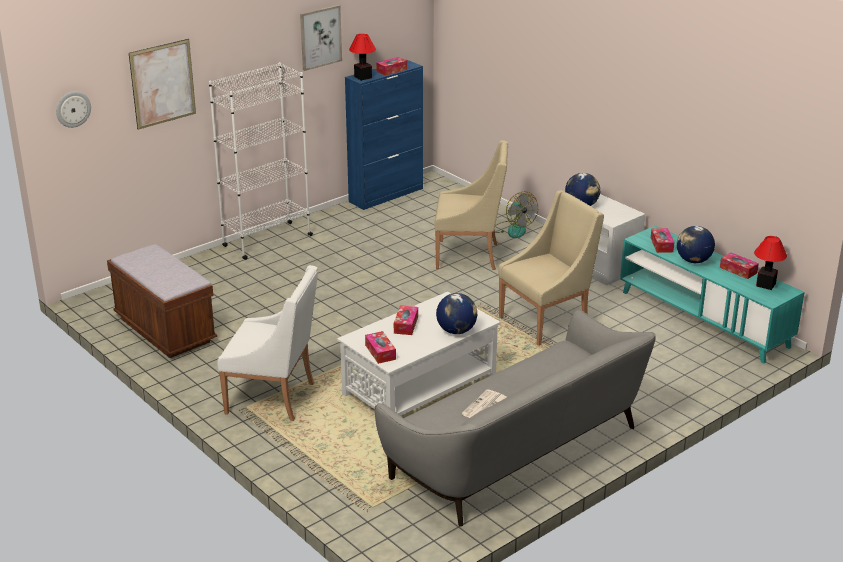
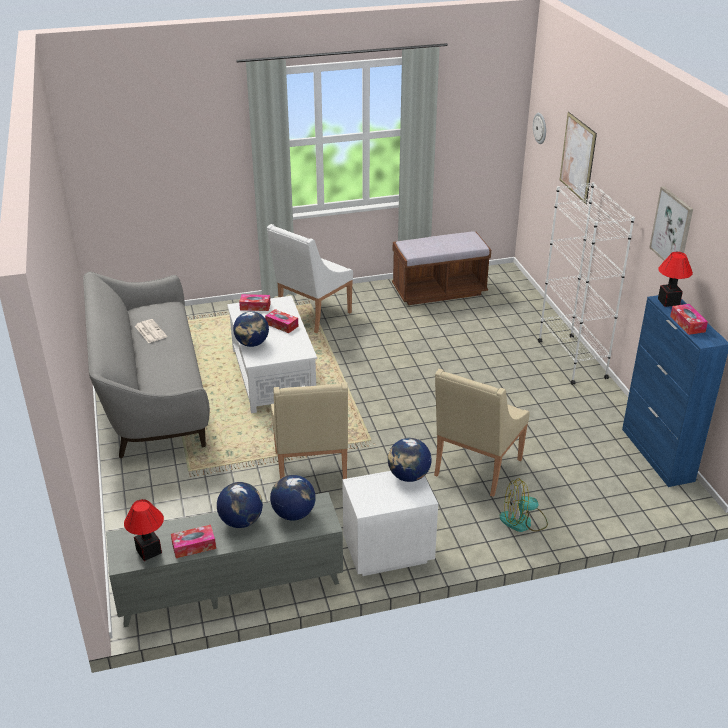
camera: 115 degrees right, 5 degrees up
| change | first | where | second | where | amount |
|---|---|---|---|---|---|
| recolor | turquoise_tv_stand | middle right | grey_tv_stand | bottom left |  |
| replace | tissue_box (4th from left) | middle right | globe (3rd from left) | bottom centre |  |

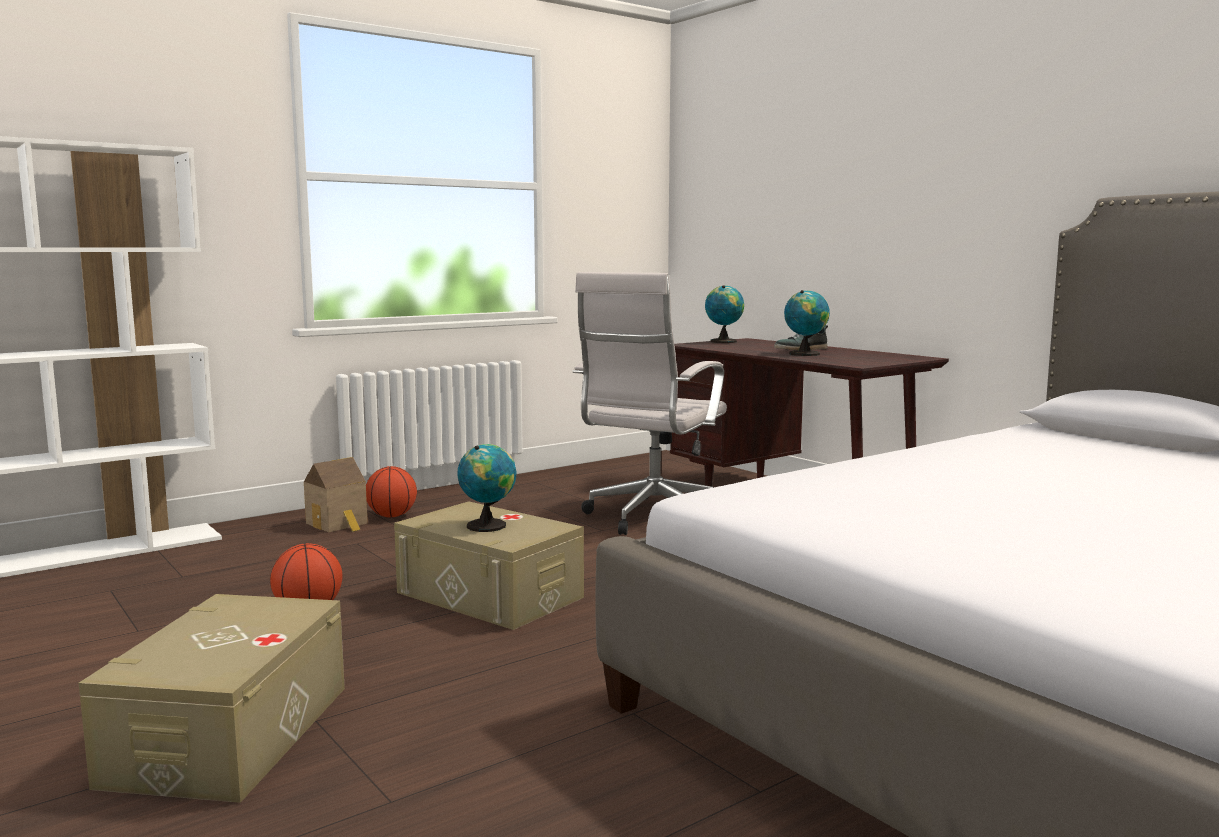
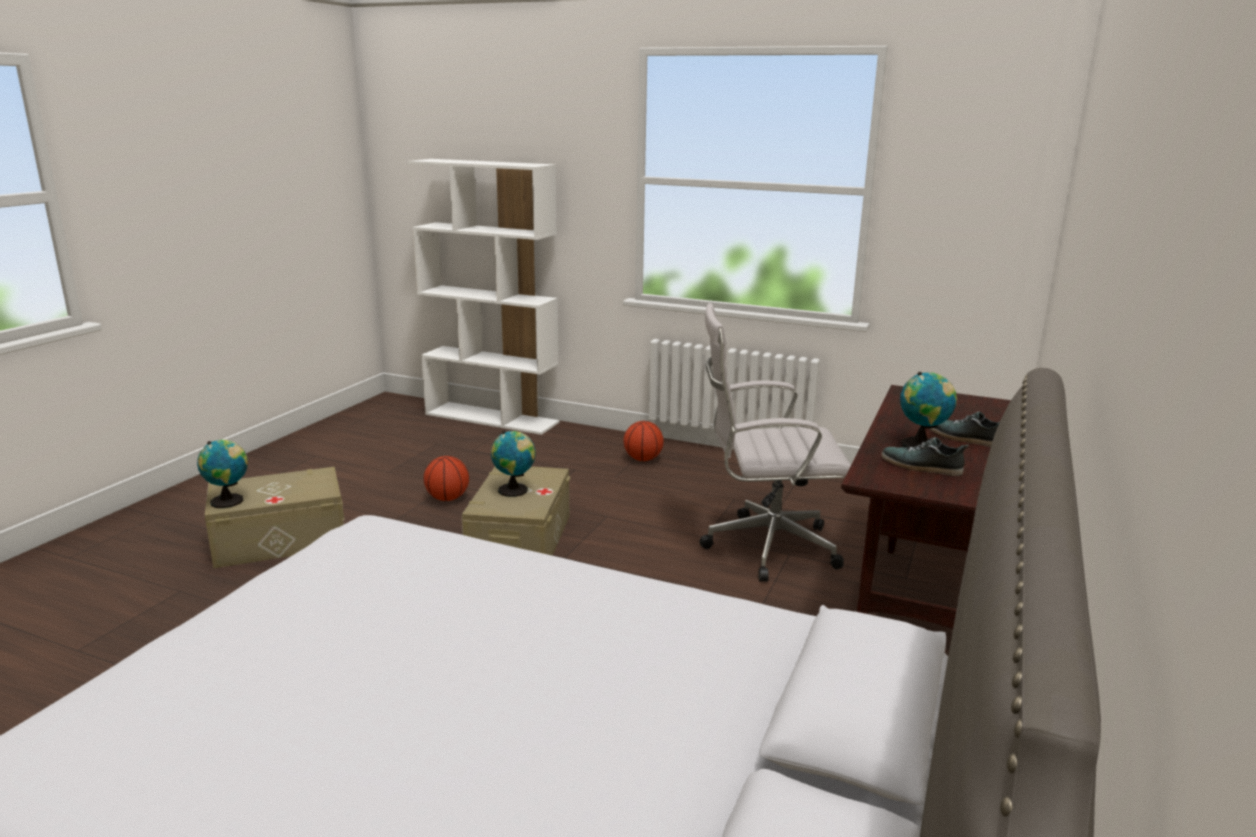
camera: 60 degrees right, 10 degrees up
| change | first | where | second | where | amount |
|---|---|---|---|---|---|
| delete | toy_house | middle left |  |  |  |
| move | globe (2nd from left in the first image) | centre | globe (1st from left) | middle left |  |
| insert |  |  | shoe (1st from left) | middle right |  |

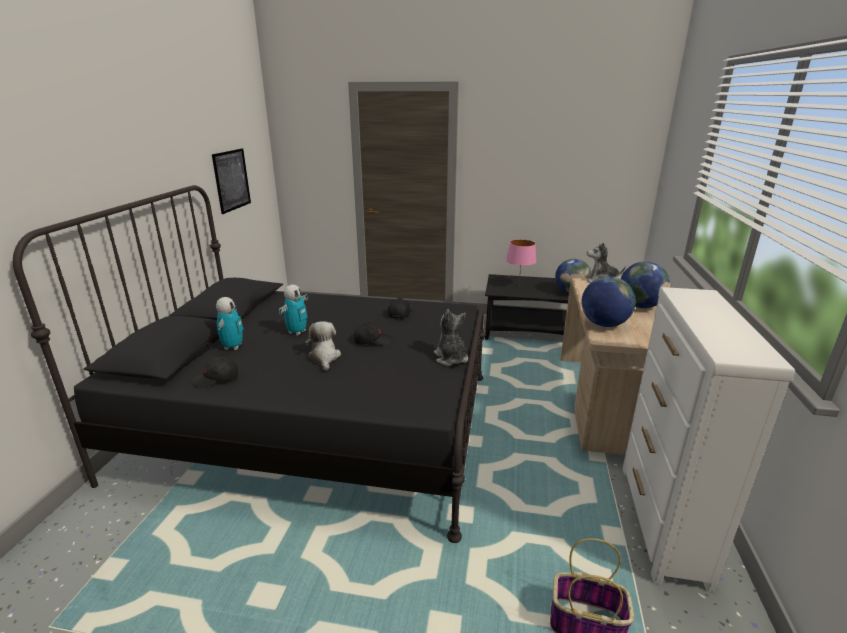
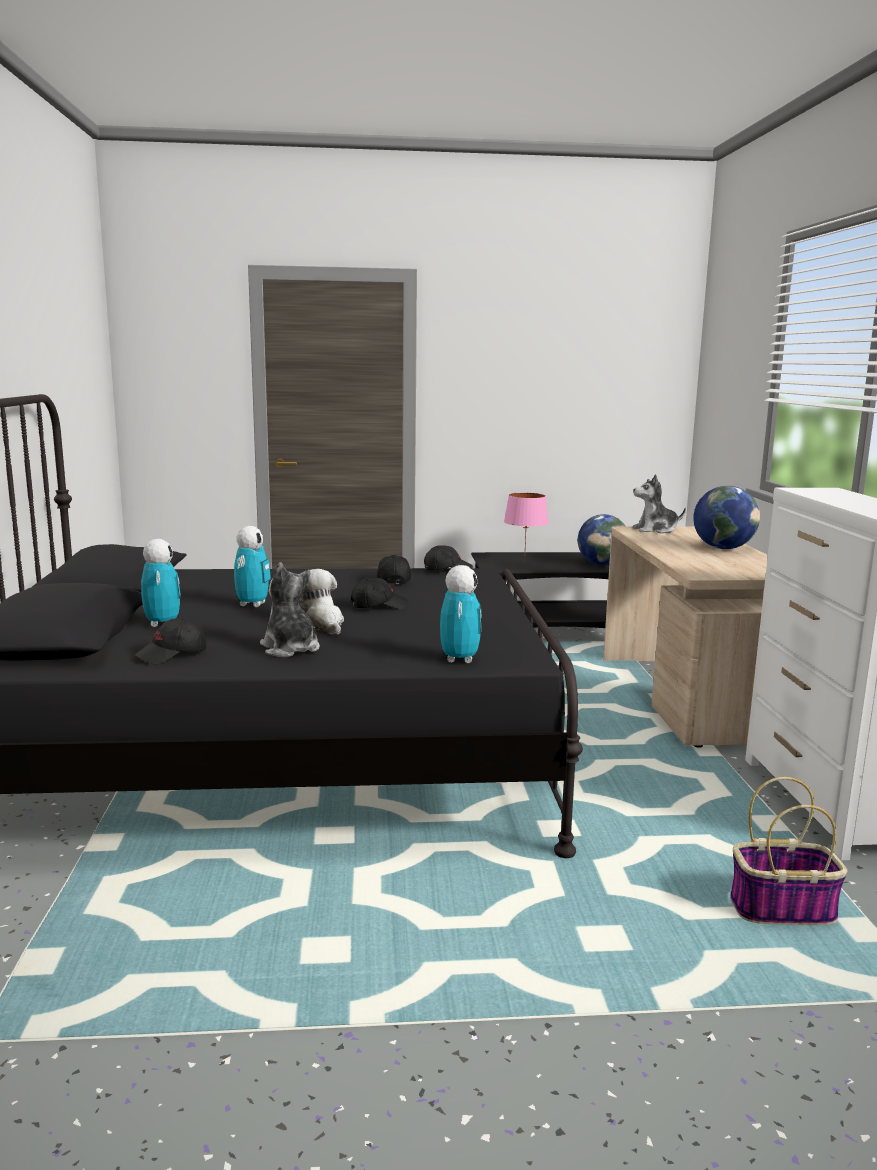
camera: 15 degrees left, 10 degrees down
| change | first | where | second | where | amount |
|---|---|---|---|---|---|
| delete | picture | top left |  |  |  |
| move | plush_toy (2nd from left in the first image) | centre | plush_toy (1st from left) | middle left |  |
| delete | globe (2nd from left) | middle right |  |  |  |
| insert |  |  | black_cap (4th from left) | centre |  |
| insert |  |  | toy_robot (3rd from left) | centre |  |

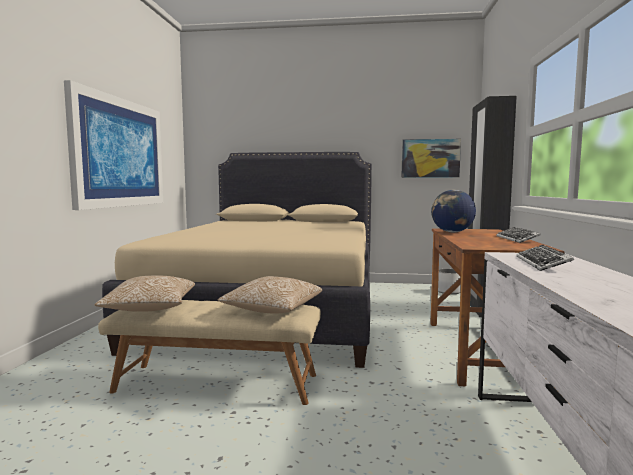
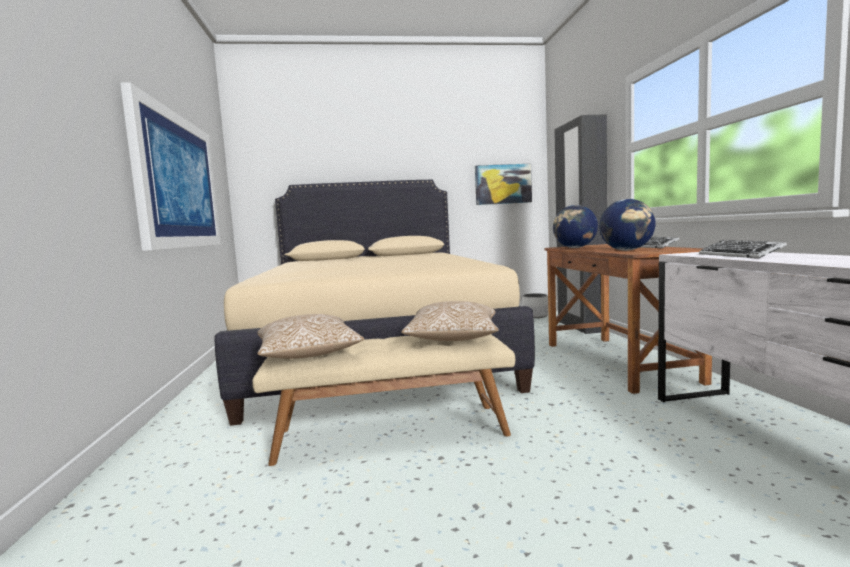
camera: 15 degrees left, 0 degrees up
| change | first | where | second | where | amount |
|---|---|---|---|---|---|
| insert |  |  | globe (2nd from left) | middle right |  |

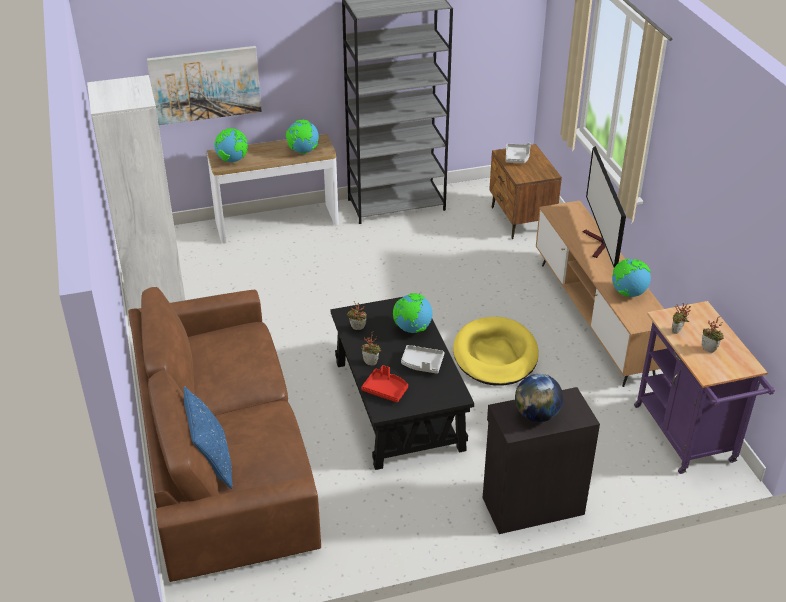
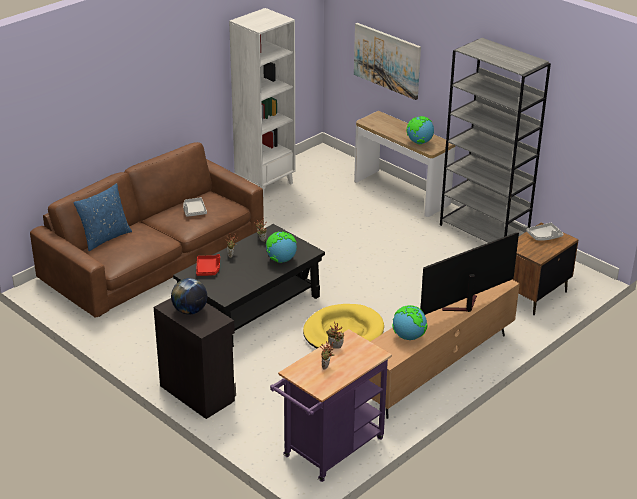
camera: 60 degrees right, 5 degrees down
| change | first | where | second | where | amount |
|---|---|---|---|---|---|
| delete | globe (1st from left) | top left |  |  |  |
| move | grey_tray (1st from left) | centre |  | middle left |  |

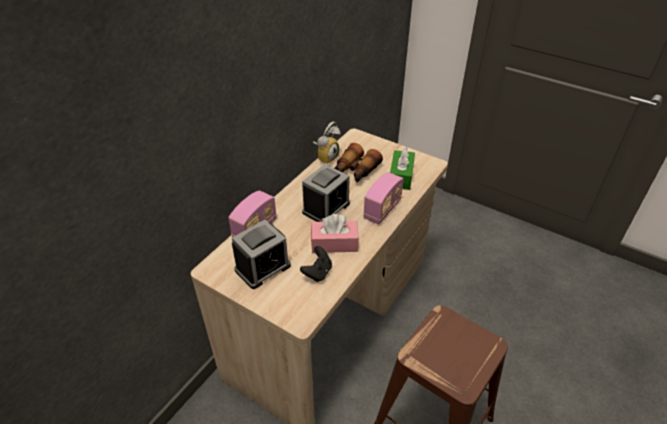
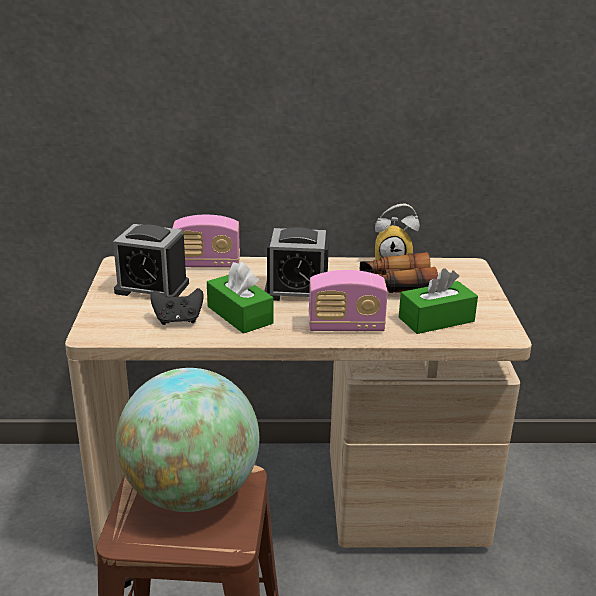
camera: 55 degrees right, 15 degrees down
| change | first | where | second | where | amount |
|---|---|---|---|---|---|
| recolor | pink_tissue_box | centre | green_tissue_box (1st from left) | centre |  |
| insert |  |  | globe | bottom left |  |

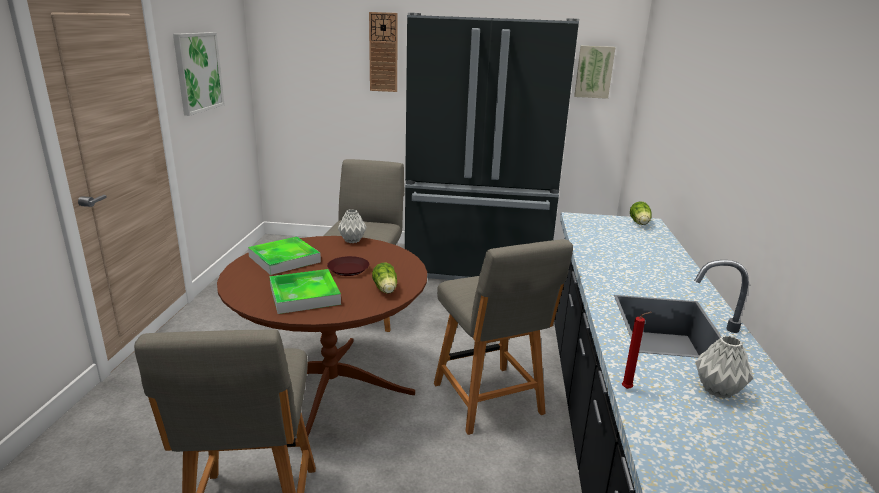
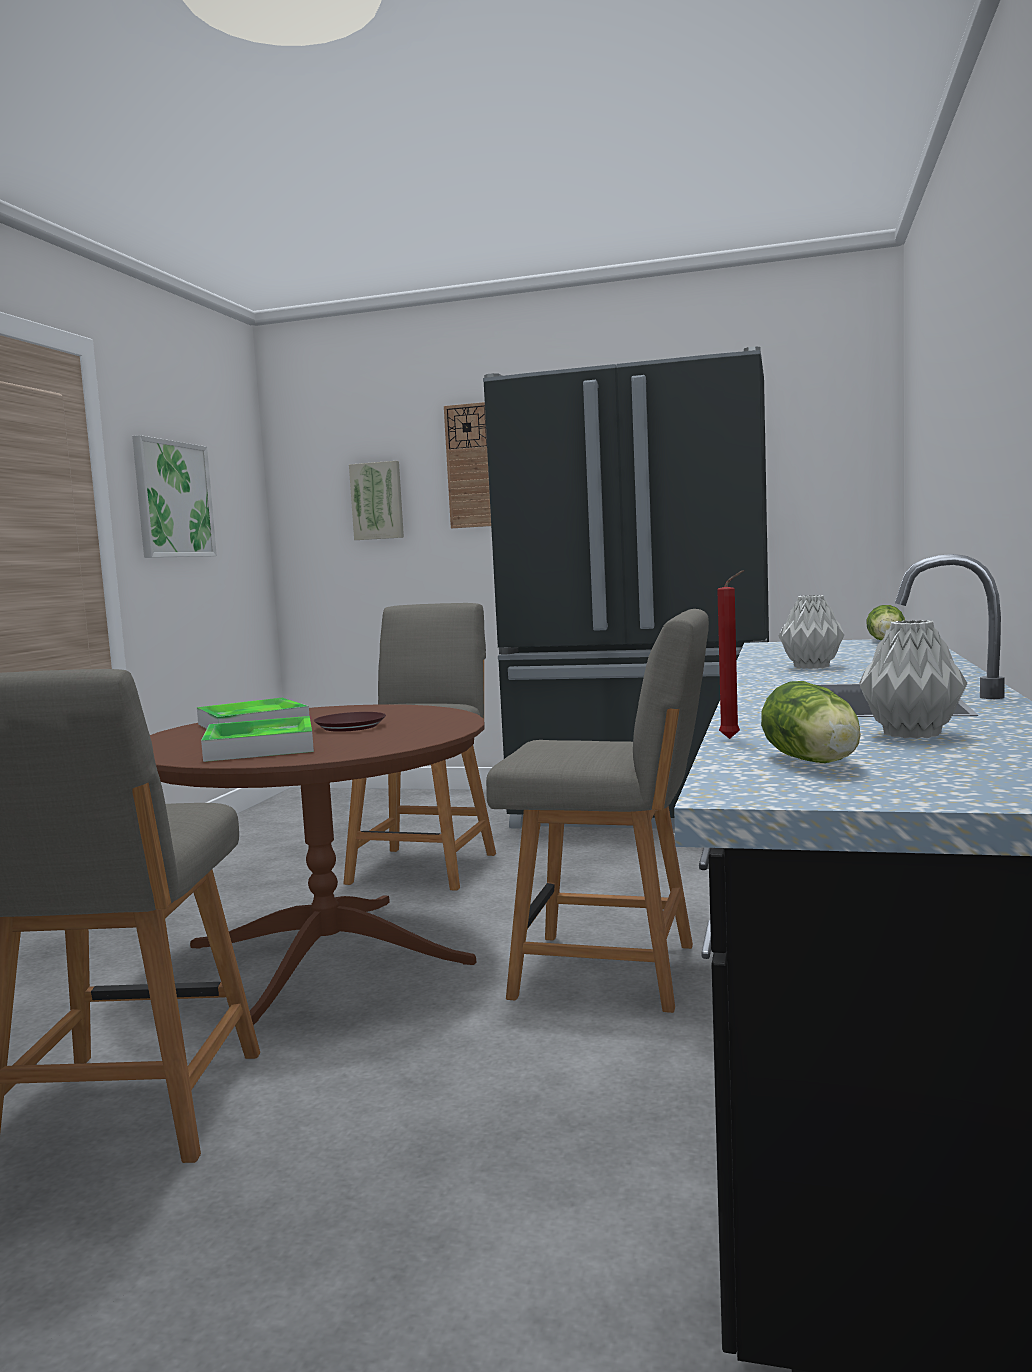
camera: 10 degrees right, 15 degrees down
| change | first | where | second | where | amount |
|---|---|---|---|---|---|
| move | grey_vase (1st from left) | centre |  | middle right |  |
| move | lettuce (1st from left) | centre |  | middle right |  |
| rotate | grey_chair (3rd from left) | bottom centre |  | centre | 60 degrees counterclockwise |
| move | picture (2nd from left) | top right |  | centre |  |

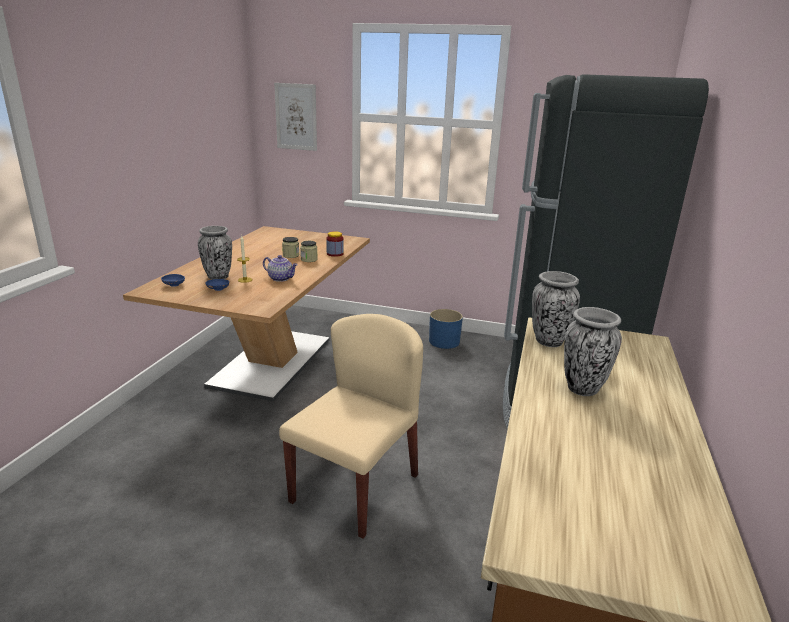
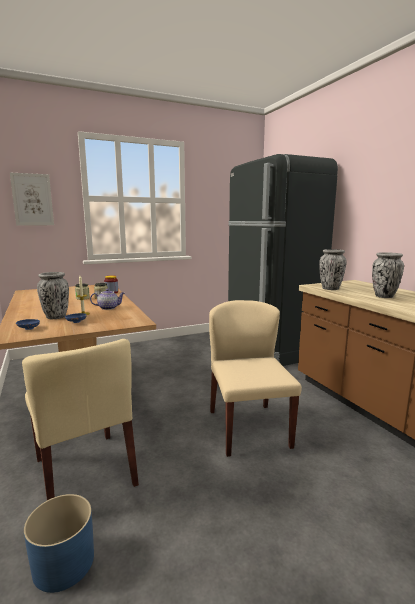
camera: 40 degrees left, 10 degrees down
| change | first | where | second | where | amount |
|---|---|---|---|---|---|
| move | blue_planter | centre |  | bottom left |  |
| insert |  |  | beige_chair (1st from left) | bottom left |  |

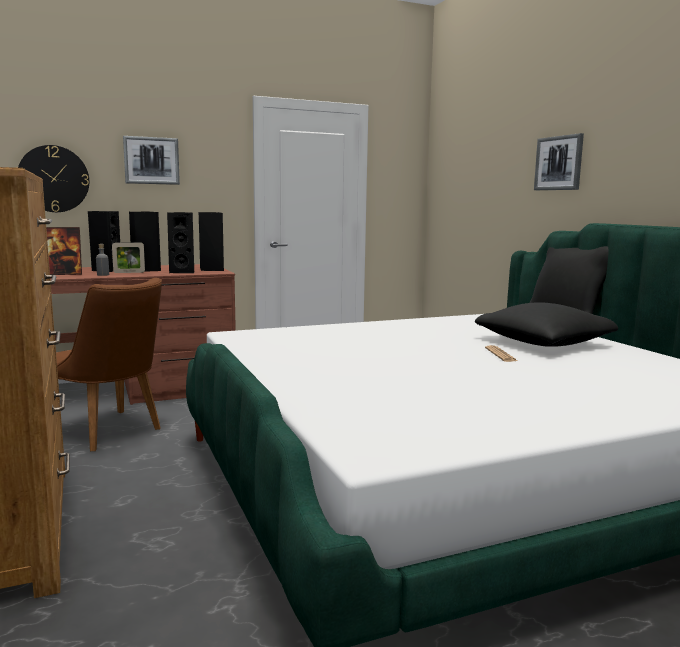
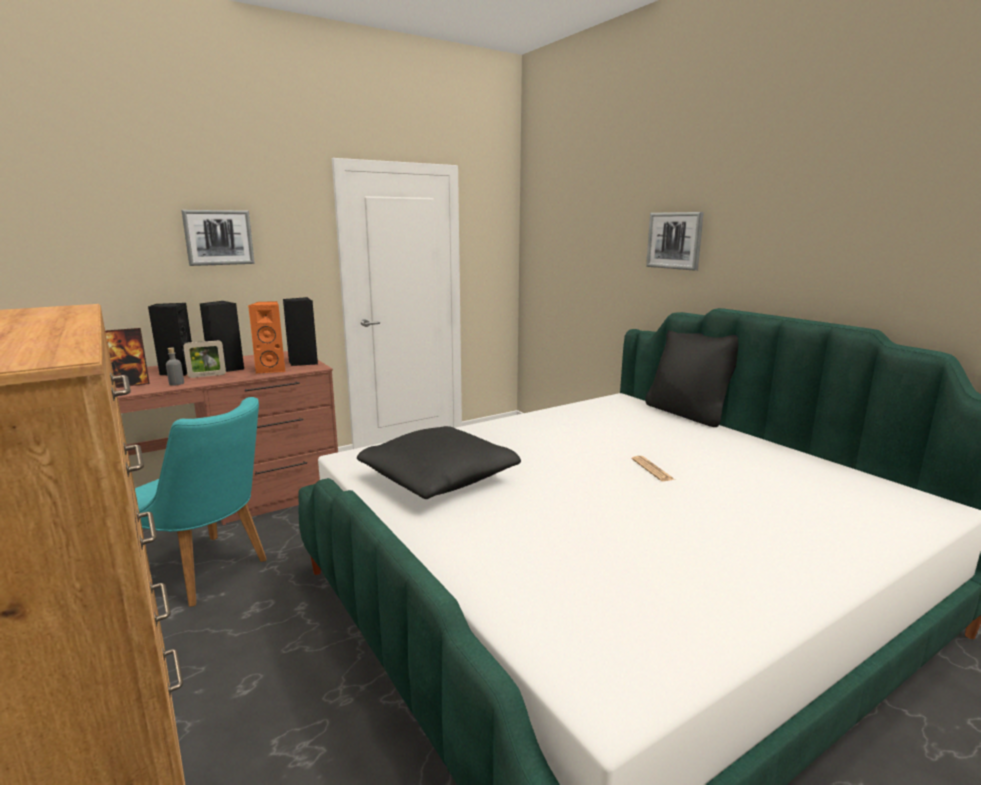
camera: 10 degrees left, 5 degrees up
| change | first | where | second | where | amount |
|---|---|---|---|---|---|
| delete | wall_clock | top left |  |  |  |
| recolor | brown_chair | middle left | turquoise_chair | middle left |  |
| recolor | black_speaker (3rd from left) | middle left | orange_speaker | middle left |  |
| move | black_pillow (1st from left) | middle right |  | centre |  |

